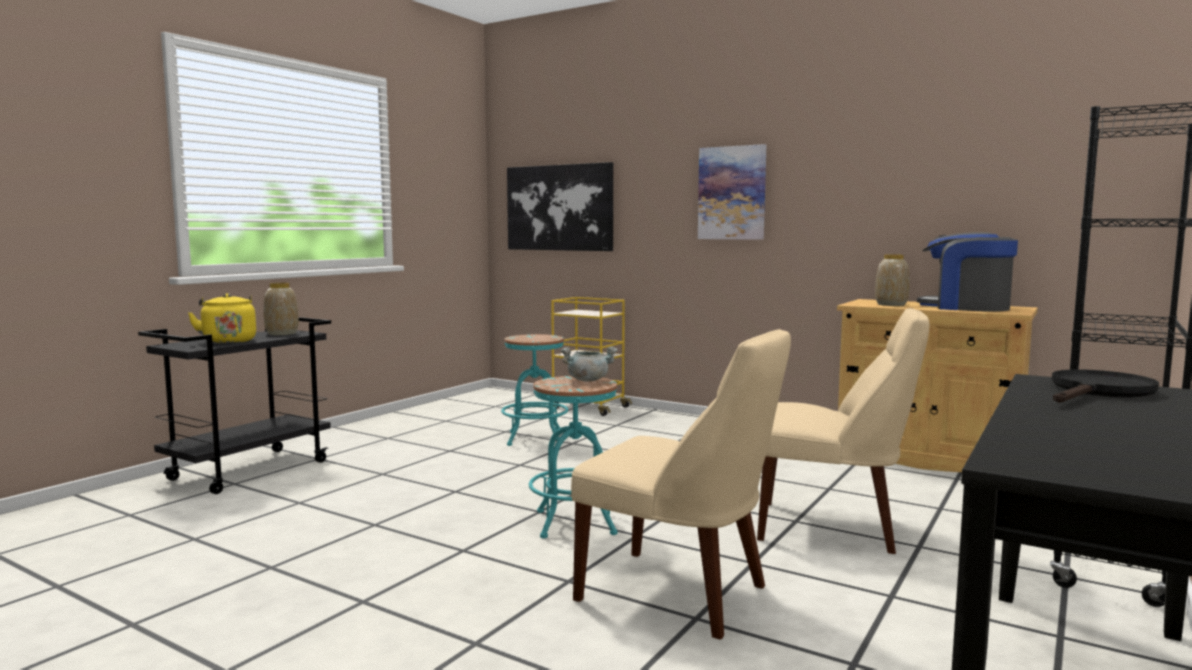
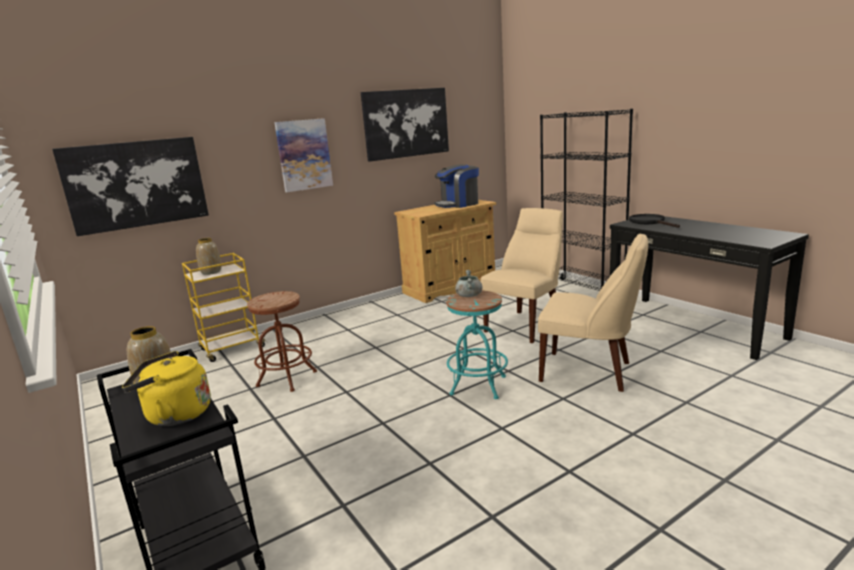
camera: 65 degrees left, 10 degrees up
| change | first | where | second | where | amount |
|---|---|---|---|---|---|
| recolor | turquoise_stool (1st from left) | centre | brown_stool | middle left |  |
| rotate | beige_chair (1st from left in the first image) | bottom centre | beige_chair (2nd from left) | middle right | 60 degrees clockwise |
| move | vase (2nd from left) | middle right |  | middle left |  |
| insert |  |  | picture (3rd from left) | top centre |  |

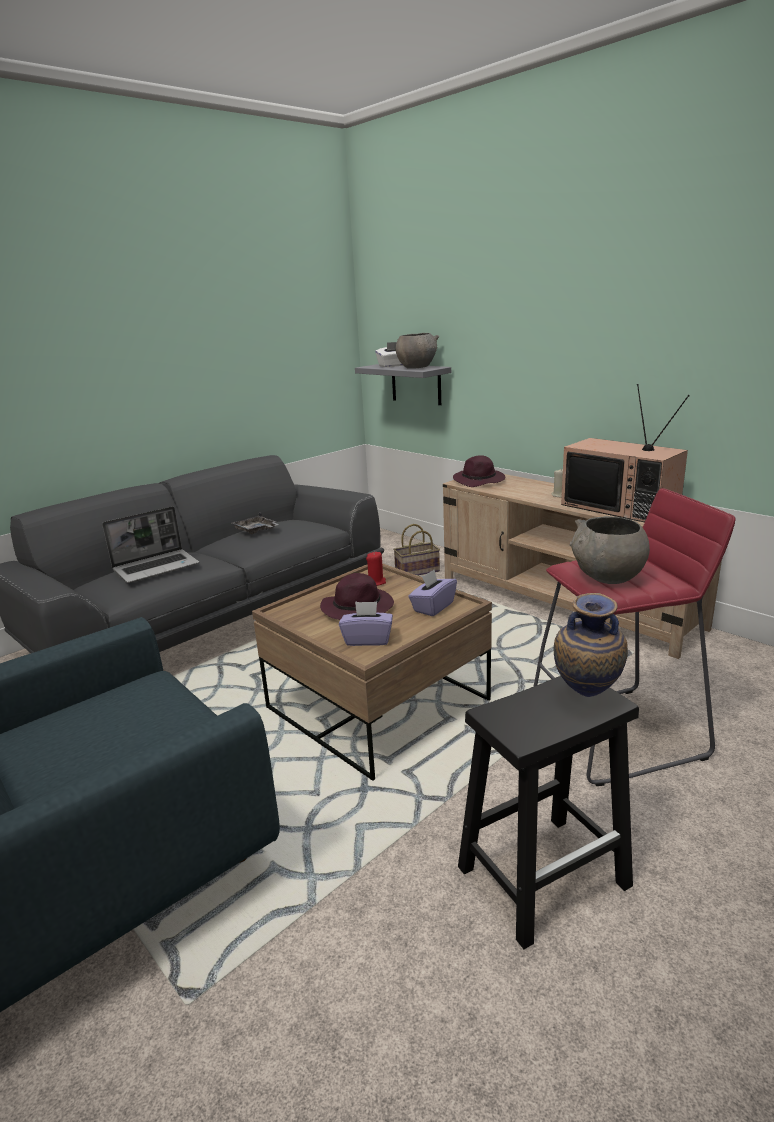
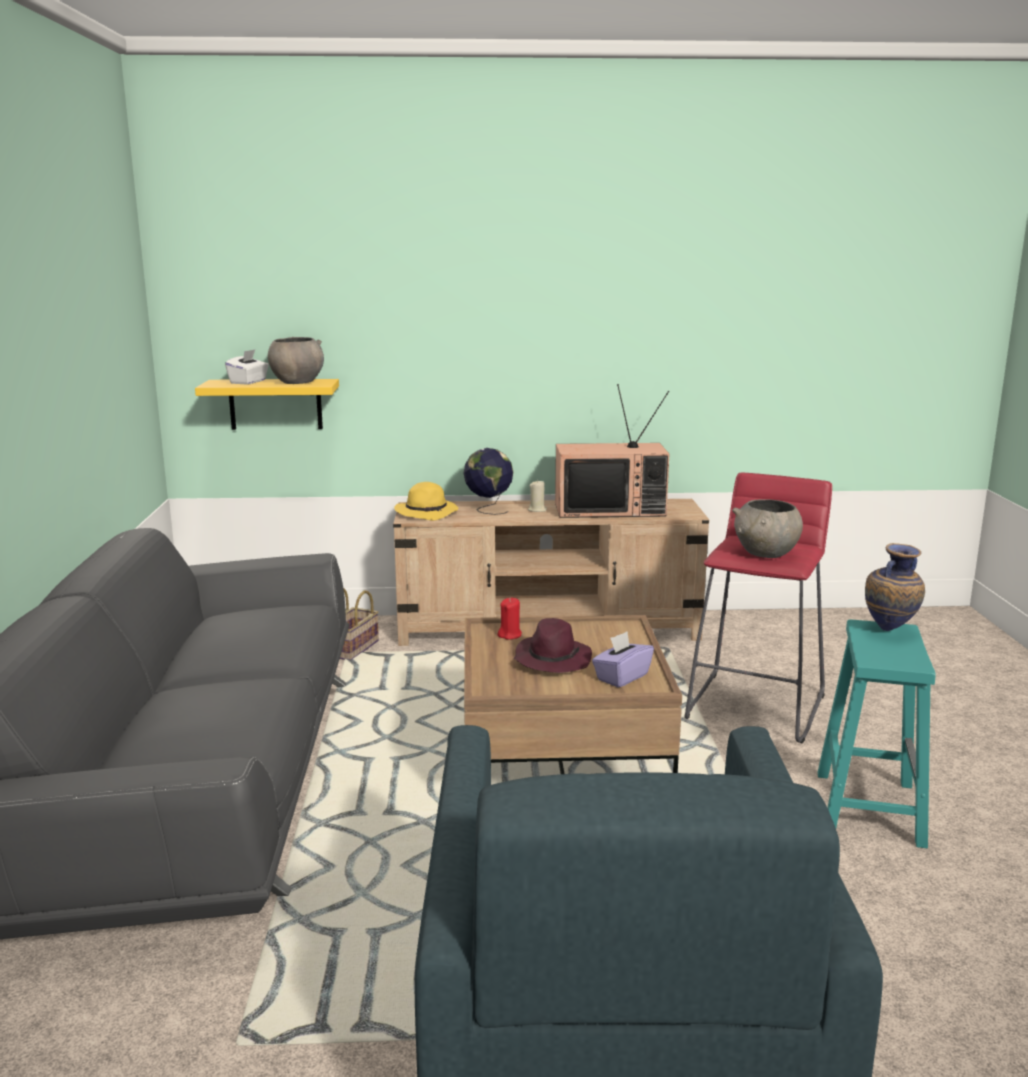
camera: 50 degrees left, 5 degrees down
| change | first | where | second | where | amount |
|---|---|---|---|---|---|
| delete | laptop | middle left |  |  |  |
| delete | grey_tray | middle left |  |  |  |
| recolor | grey_shelf | centre | yellow_shelf | middle left |  |
| delete | purple_tissue_box (2nd from left) | centre |  |  |  |
| recolor | purple_hat (2nd from left) | centre | yellow_hat | centre |  |
| recolor | black_stool | bottom right | turquoise_stool | bottom right |  |
| insert |  |  | globe | centre |  |

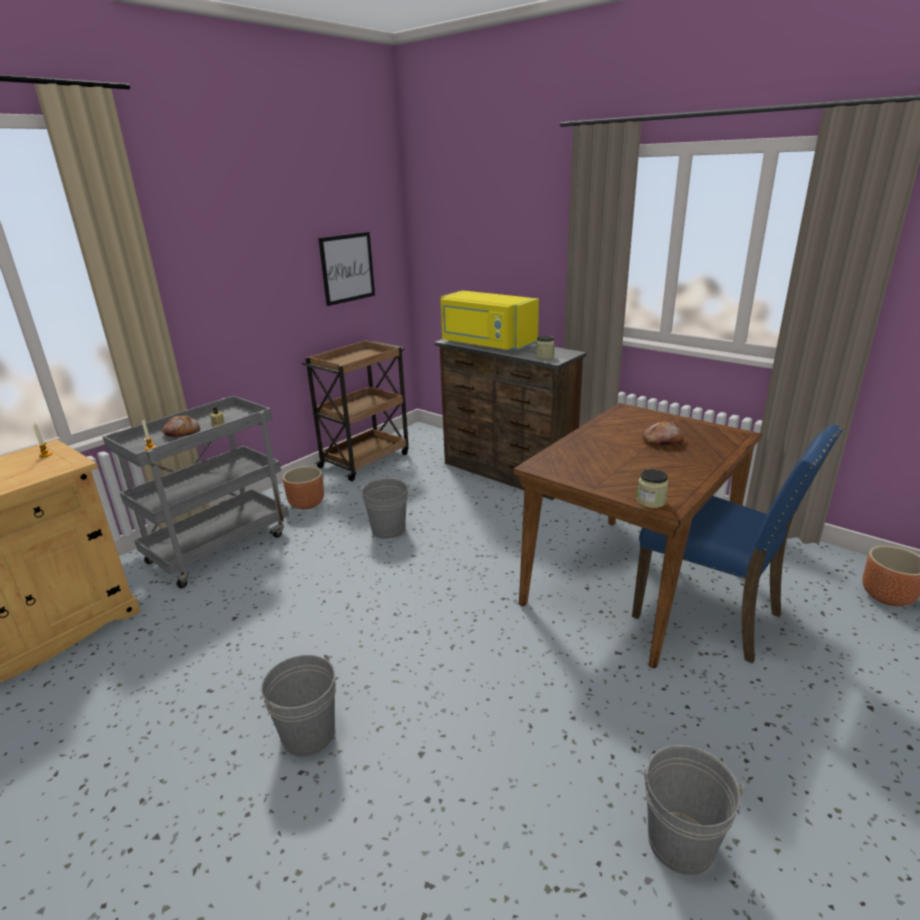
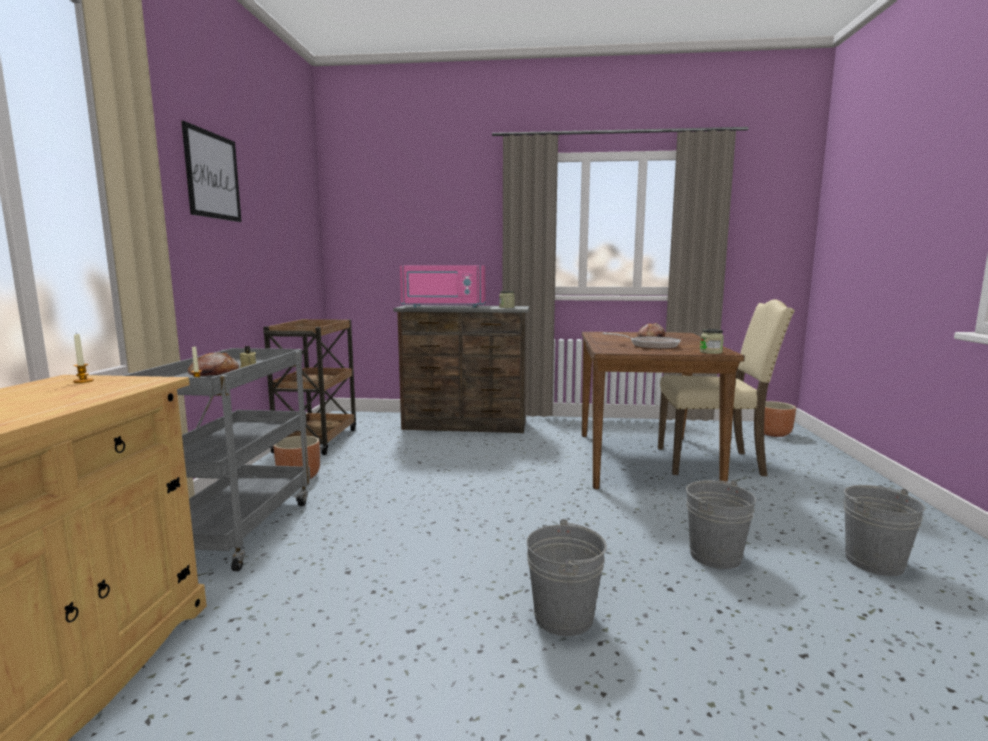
camera: 35 degrees left, 15 degrees down
| change | first | where | second | where | amount |
|---|---|---|---|---|---|
| move | picture | top centre |  | top left |  |
| move | grey_bucket (2nd from left) | centre |  | bottom right |  |
| recolor | yellow_microwave | centre | pink_microwave | centre |  |
| recolor | blue_chair | middle right | beige_chair | middle right |  |
| insert |  |  | frying_pan | centre |  |

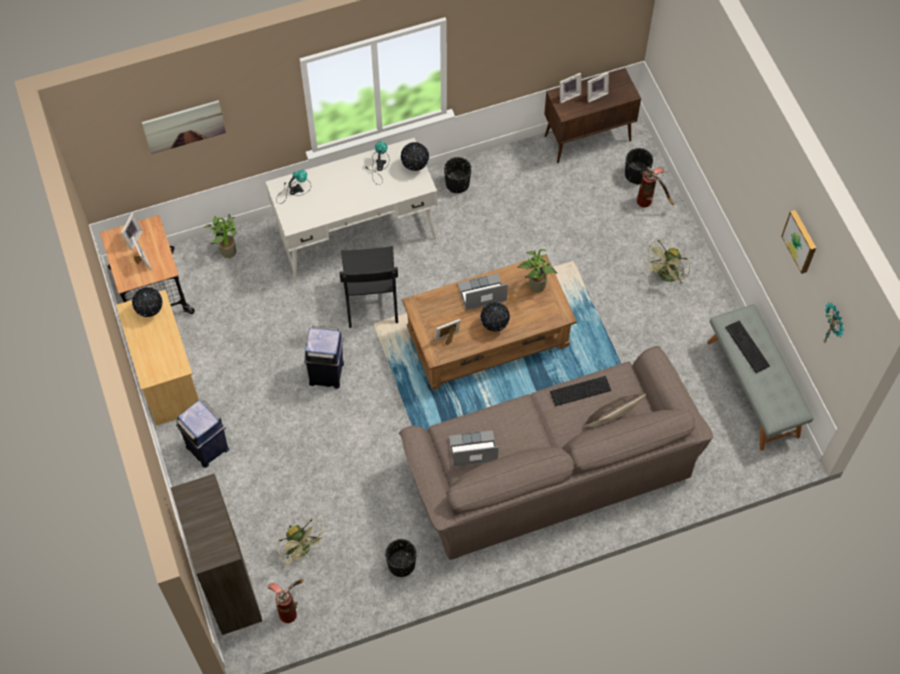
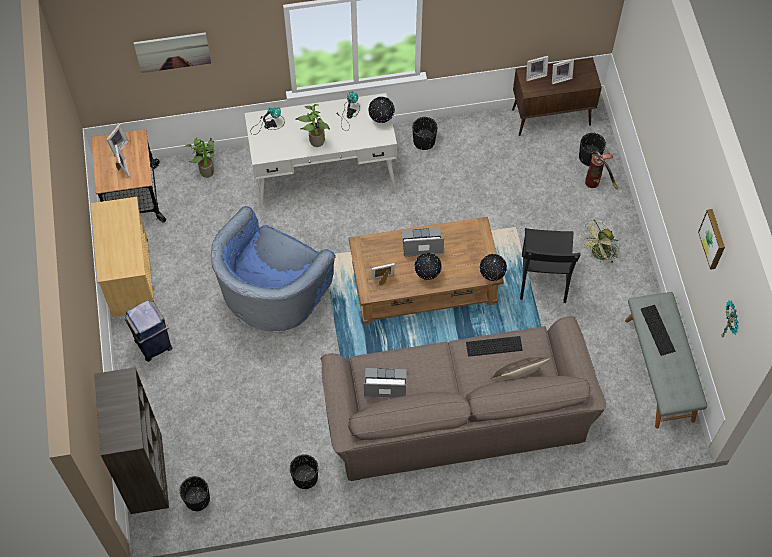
camera: 10 degrees right, 0 degrees up
| change | first | where | second | where | amount |
|---|---|---|---|---|---|
| move | globe (1st from left in the first image) | middle left | globe (3rd from left) | centre |  |
| replace | fire_extinguisher (1st from left) | bottom left | black_planter (1st from left) | bottom left |  |
| delete | green_fan (1st from left) | bottom centre |  |  |  |
| replace | blue_trash_can (2nd from left) | centre | blue_armchair | centre |  |
| move | black_chair | centre |  | middle right |  |
| move | potted_plant (2nd from left) | centre |  | top centre |  |

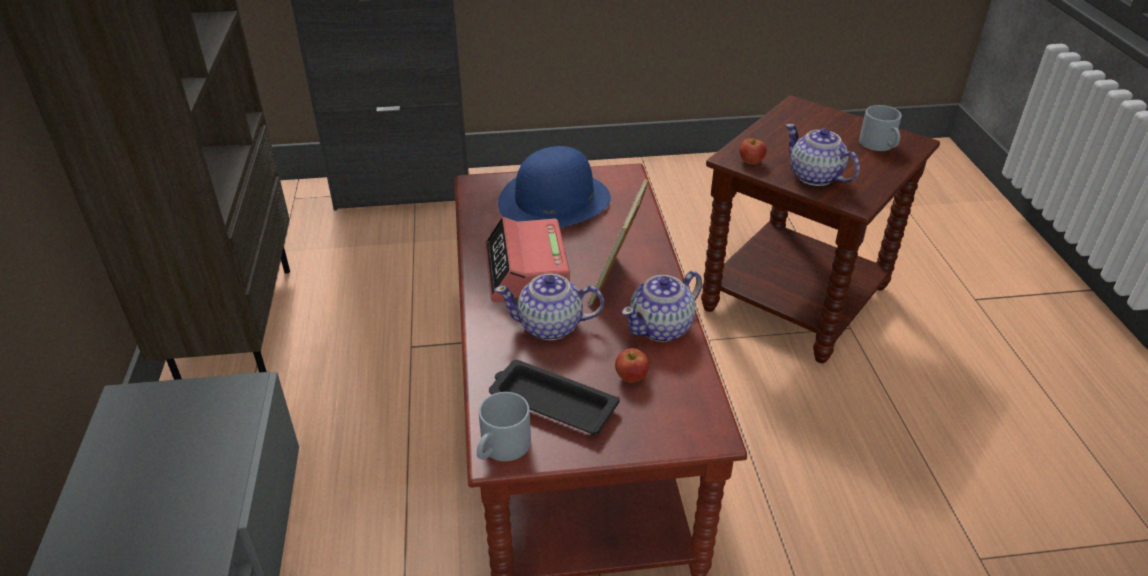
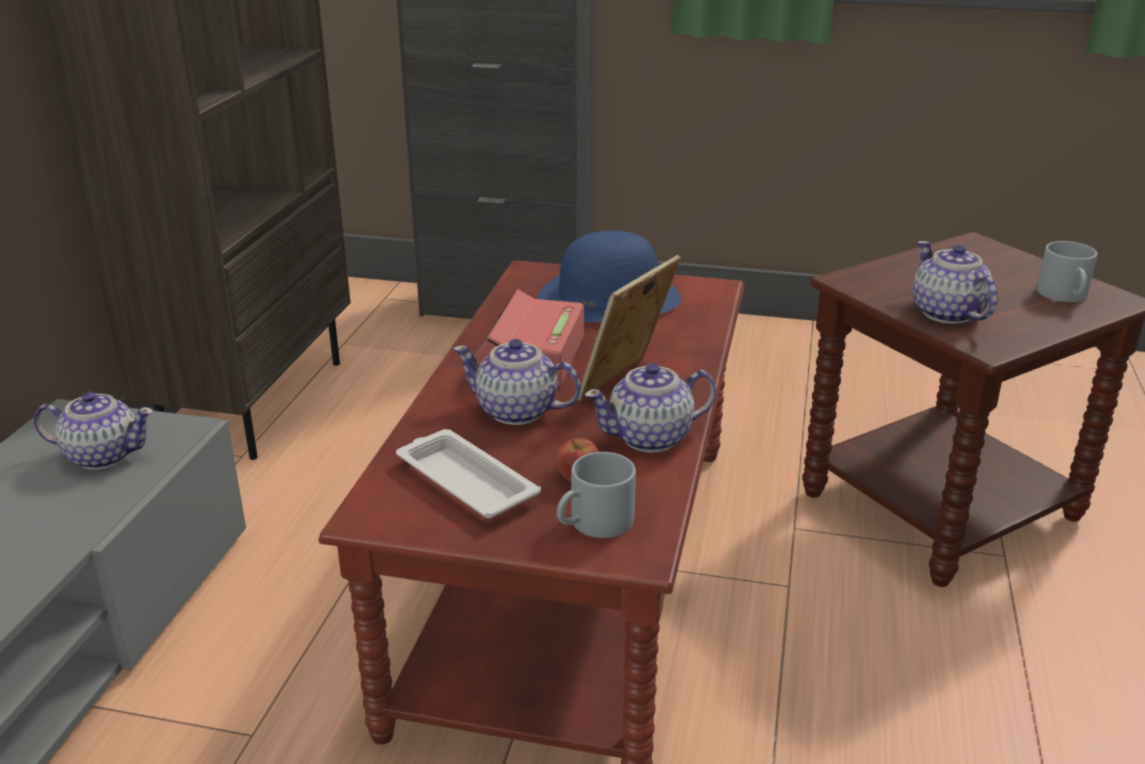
camera: 20 degrees right, 10 degrees down
| change | first | where | second | where | amount |
|---|---|---|---|---|---|
| move | grey_mug (1st from left) | bottom centre |  | centre |  |
| recolor | black_tray | bottom centre | white_tray | centre |  |
| delete | apple (2nd from left) | top centre |  |  |  |
| insert |  |  | teapot (1st from left) | middle left |  |

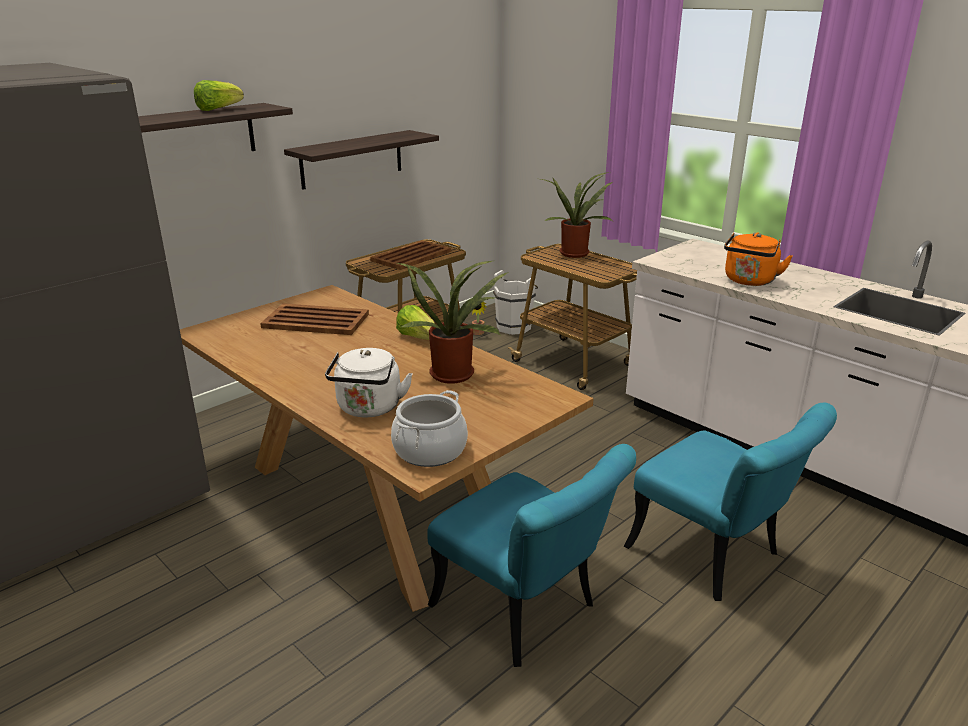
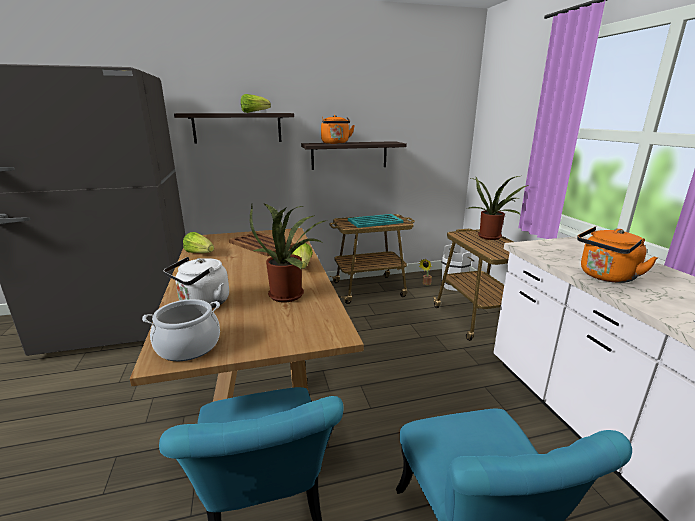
camera: 30 degrees right, 5 degrees down
| change | first | where | second | where | amount |
|---|---|---|---|---|---|
| recolor | brown_tray (2nd from left) | centre | turquoise_tray | centre |  |
| insert |  |  | lettuce (1st from left) | middle left |  |
| insert |  |  | orange_kettle (1st from left) | top centre |  |

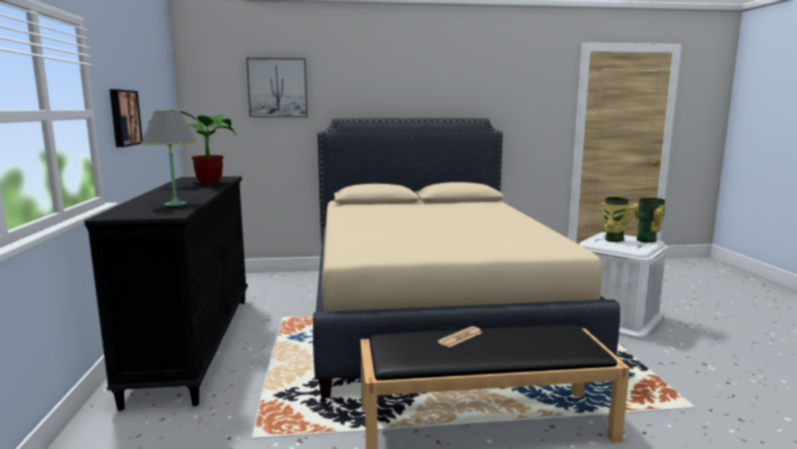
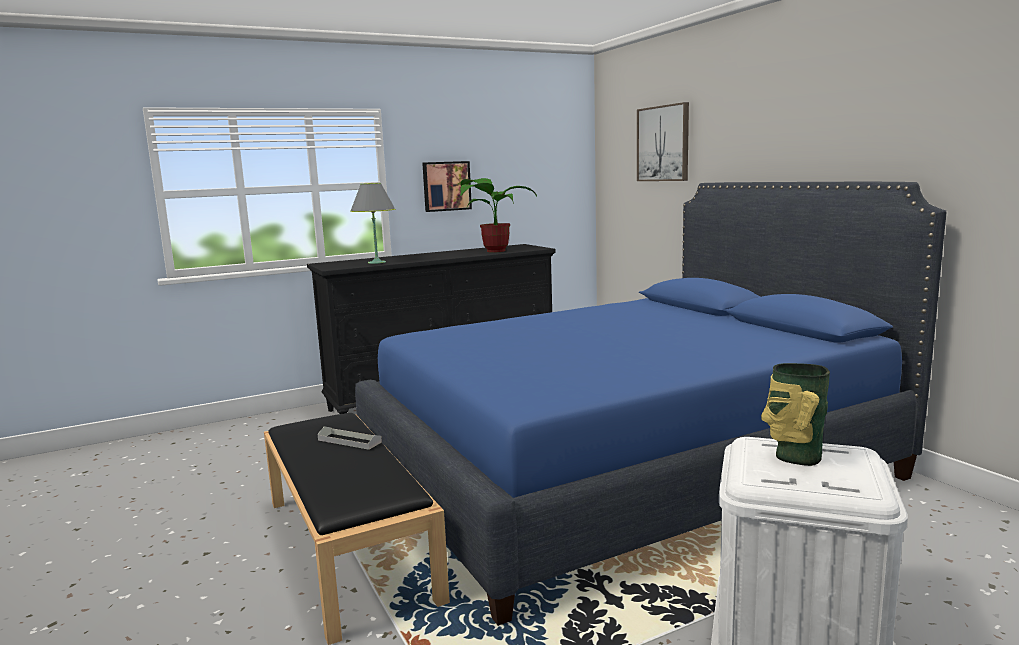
camera: 70 degrees right, 0 degrees up
| change | first | where | second | where | amount |
|---|---|---|---|---|---|
| recolor | beige_bed | centre | blue_bed | centre |  |
| replace | newspaper | bottom centre | grey_tray | bottom centre |  |
| delete | vase (2nd from left) | middle right |  |  |  |

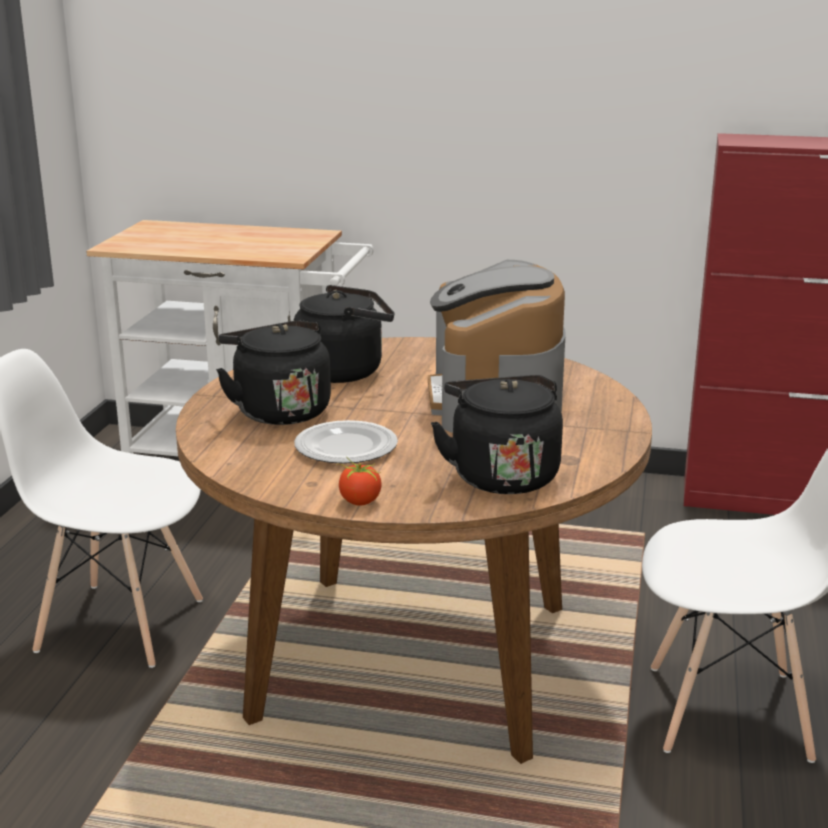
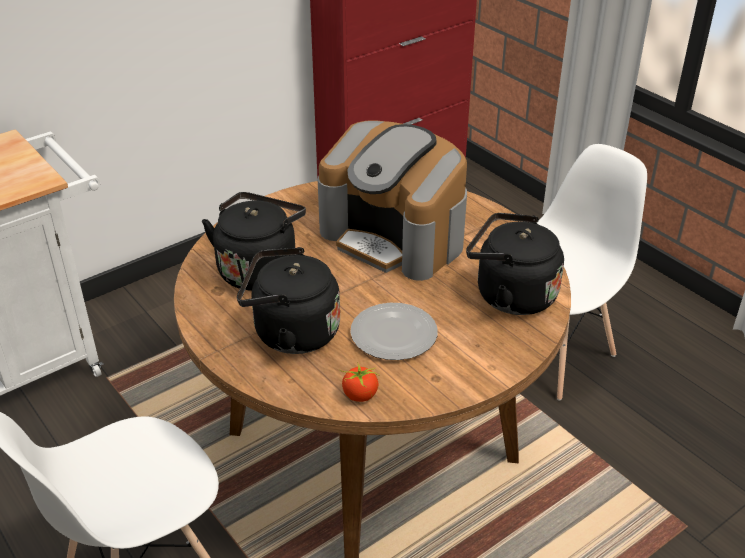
camera: 50 degrees left, 15 degrees up
| change | first | where | second | where | amount |
|---|---|---|---|---|---|
| move | tomato | centre |  | bottom centre |  |

